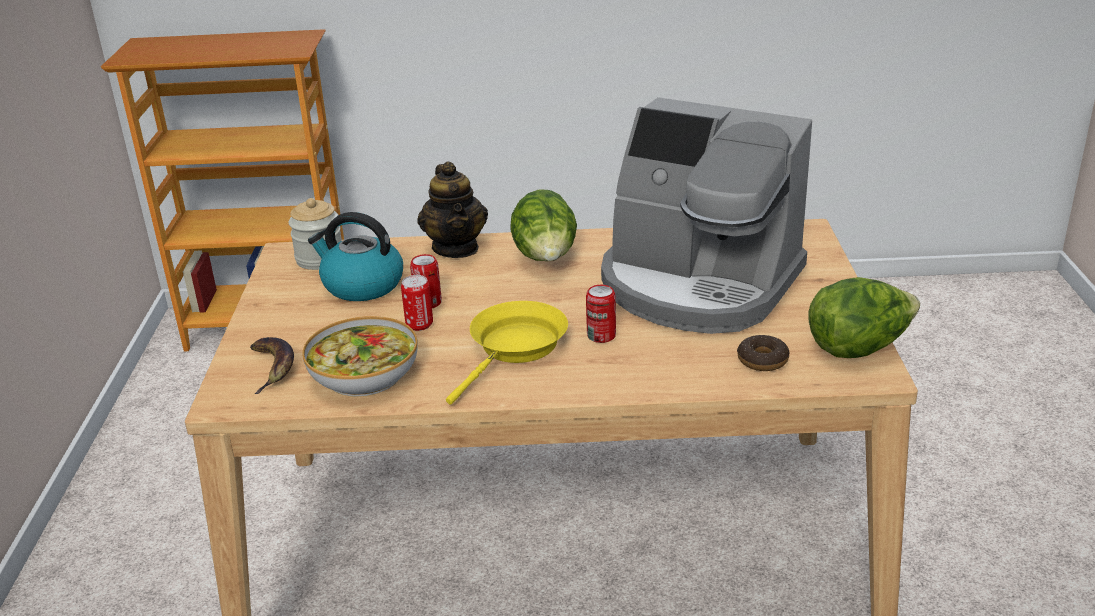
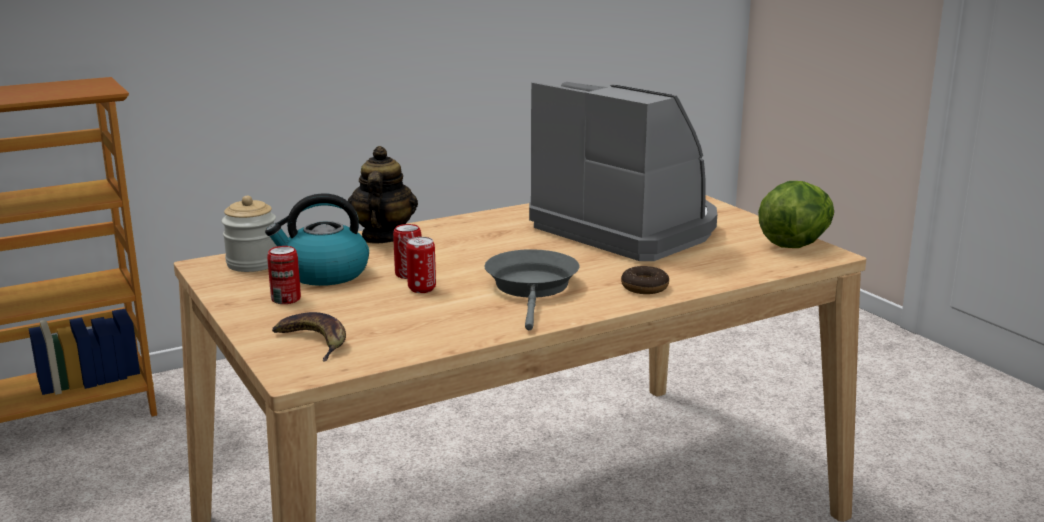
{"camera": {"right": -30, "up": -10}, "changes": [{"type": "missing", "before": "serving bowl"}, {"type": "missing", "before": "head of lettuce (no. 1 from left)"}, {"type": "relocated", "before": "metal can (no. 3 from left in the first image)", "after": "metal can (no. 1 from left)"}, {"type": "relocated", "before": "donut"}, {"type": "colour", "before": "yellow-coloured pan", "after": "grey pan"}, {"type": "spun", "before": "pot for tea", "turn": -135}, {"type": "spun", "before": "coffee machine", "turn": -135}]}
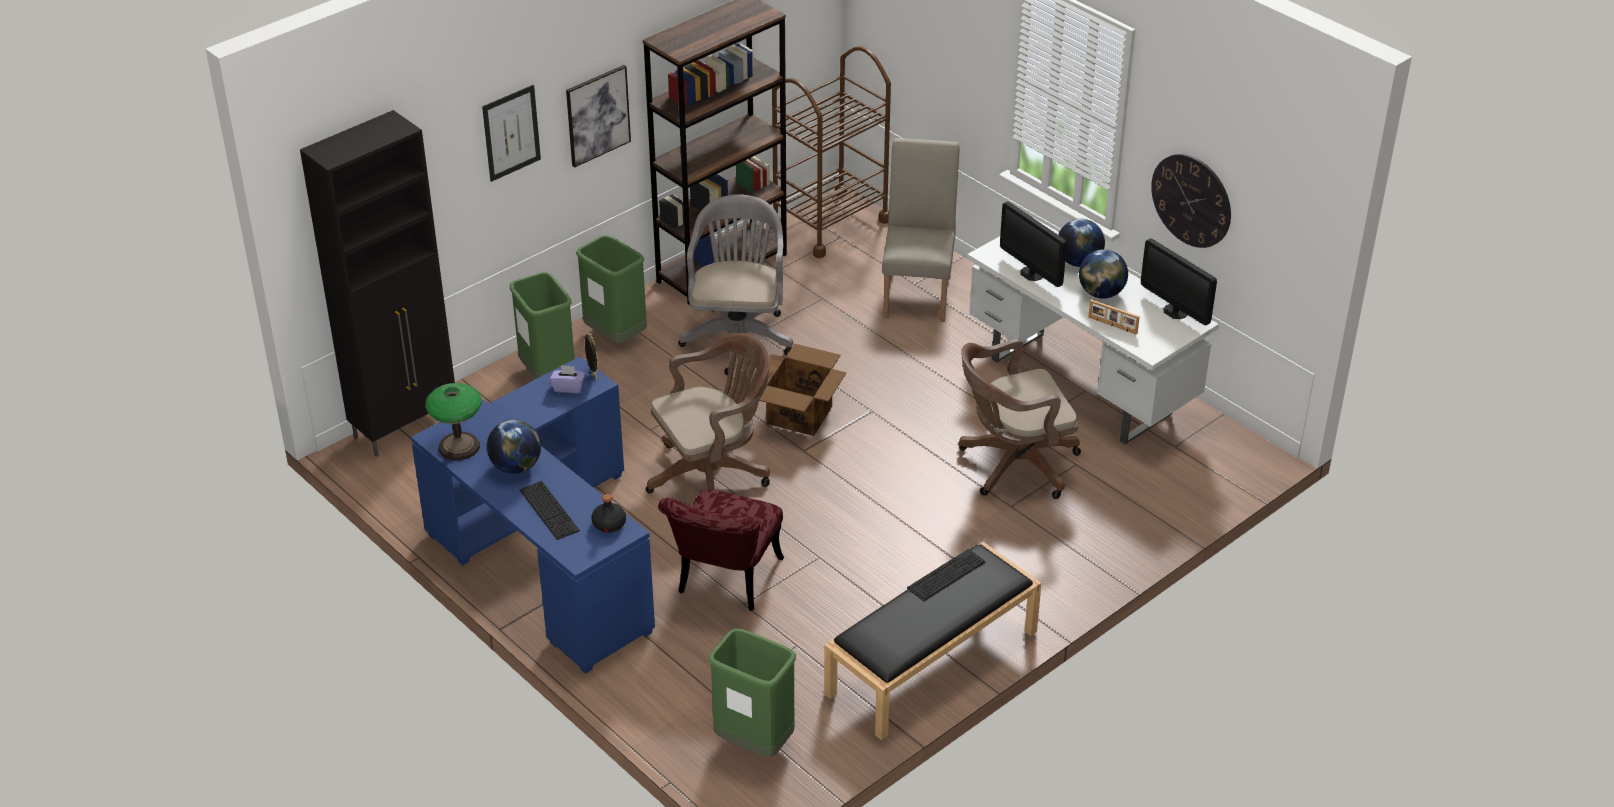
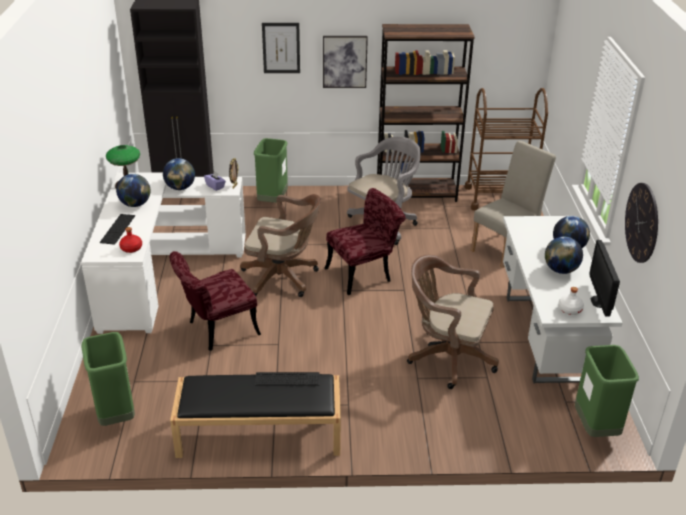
{"camera": {"right": 40, "up": -5}, "changes": [{"type": "missing", "before": "computer display (no. 1 from left)"}, {"type": "missing", "before": "standing frame (no. 2 from left)"}, {"type": "appeared", "after": "world globe (no. 2 from left)"}, {"type": "appeared", "after": "white beverage bottle"}, {"type": "relocated", "before": "greenish rubbish bin (no. 2 from left in the first image)", "after": "greenish rubbish bin (no. 3 from left)"}, {"type": "exchanged", "before": "cardboard box", "after": "red-coloured upright chair (no. 2 from left)"}, {"type": "colour", "before": "bluish desk unit", "after": "white desk unit (no. 1 from left)"}, {"type": "colour", "before": "black-coloured beverage bottle", "after": "red-coloured beverage bottle"}]}
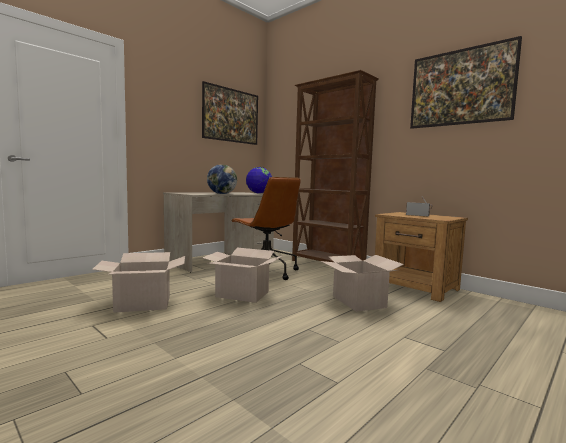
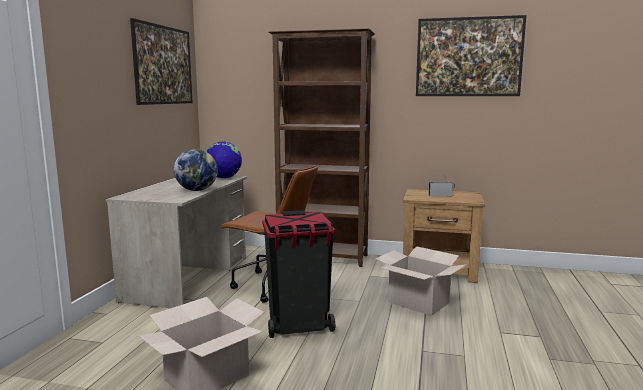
{"camera": {"right": -30, "up": 5}, "changes": [{"type": "exchanged", "before": "cardboard box (no. 2 from left)", "after": "black-coloured rubbish bin"}]}
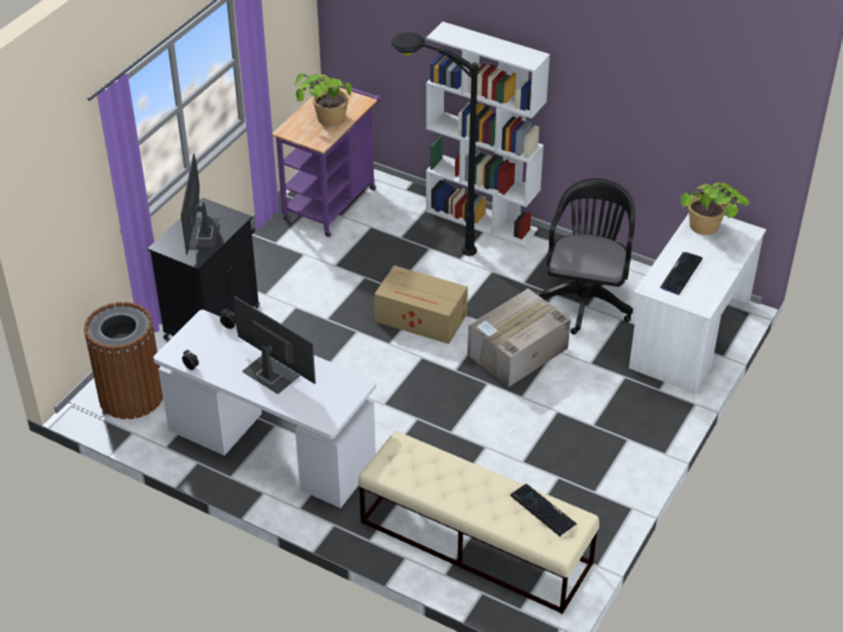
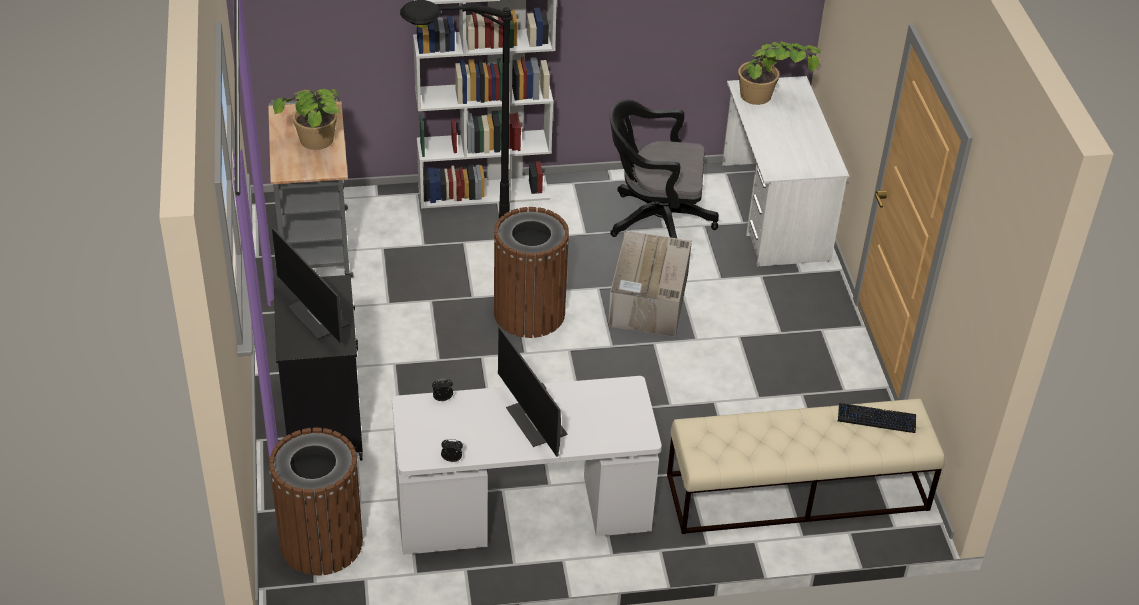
{"camera": {"right": -40, "up": 0}, "changes": [{"type": "missing", "before": "keyboard (no. 2 from left)"}, {"type": "exchanged", "before": "cardboard box (no. 1 from left)", "after": "brown rubbish bin (no. 2 from left)"}, {"type": "colour", "before": "purple-coloured wheeled cart", "after": "grey wheeled cart"}, {"type": "spun", "before": "computer display (no. 2 from left)", "turn": -120}, {"type": "spun", "before": "black-coloured office chair", "turn": -60}]}
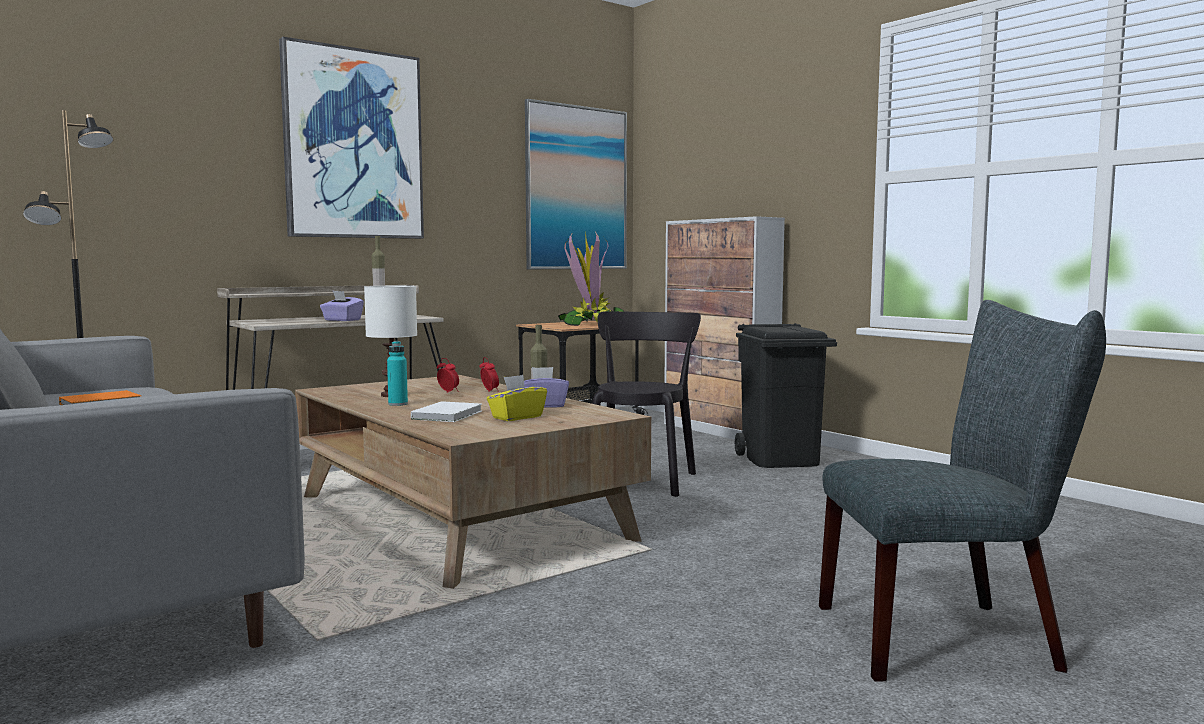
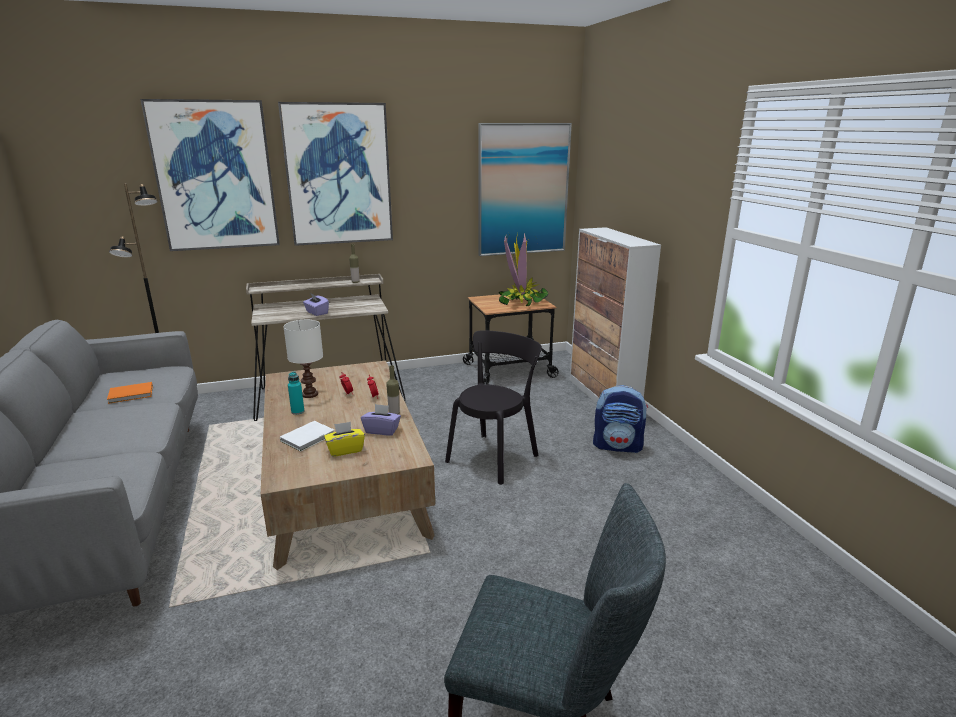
{"camera": {"right": 20, "up": 15}, "changes": [{"type": "appeared", "after": "wall art (no. 1 from left)"}, {"type": "exchanged", "before": "black-coloured rubbish bin", "after": "backpack"}]}
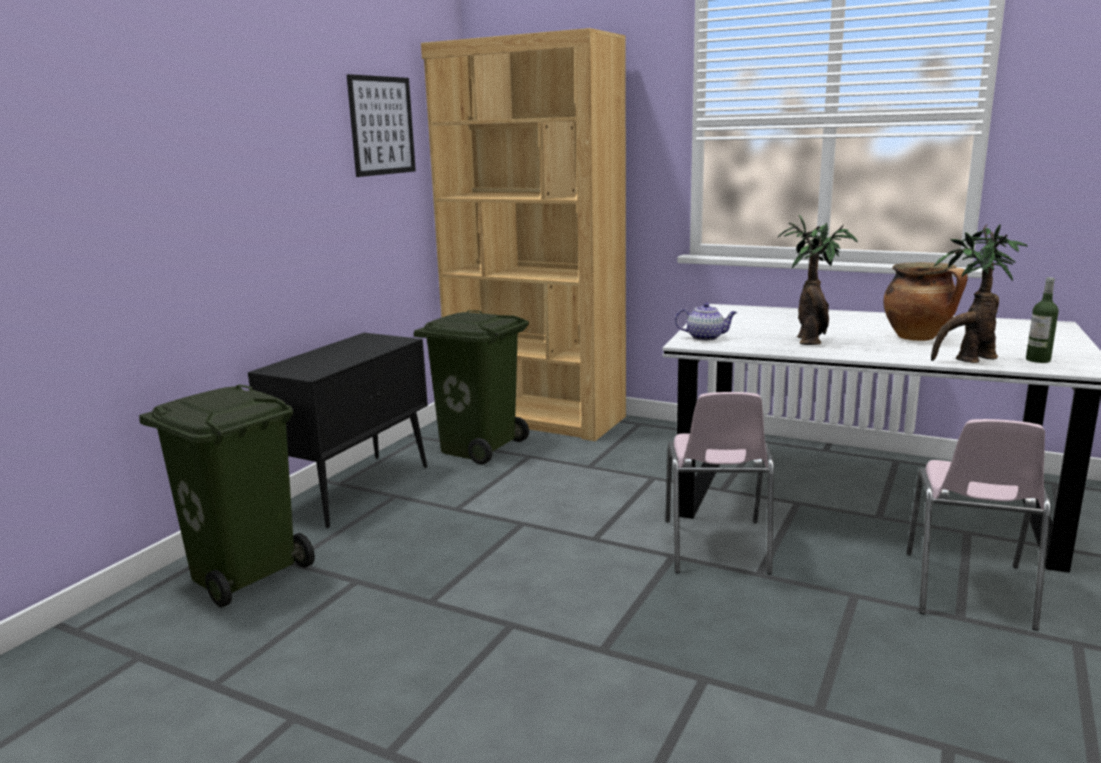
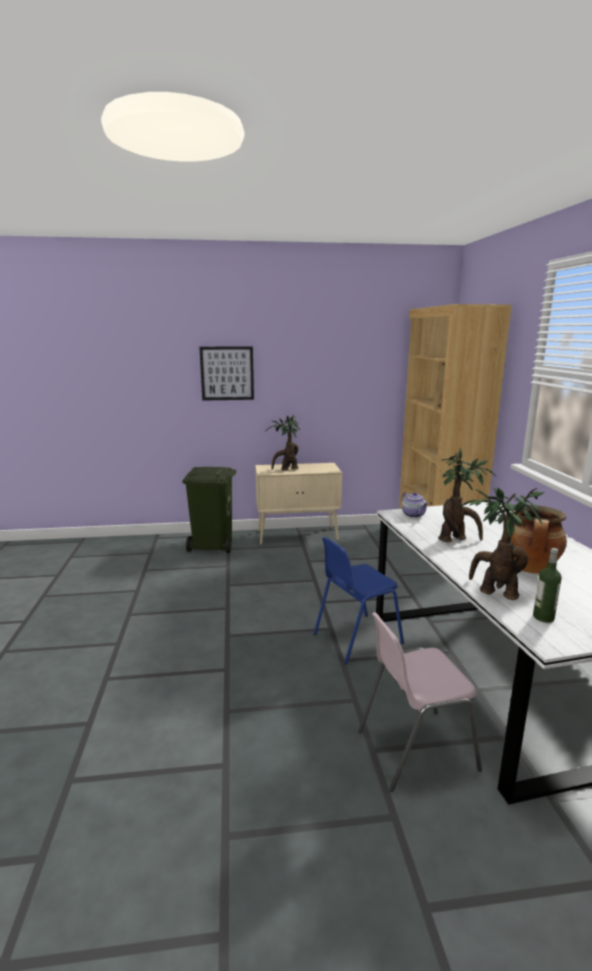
{"camera": {"right": 55, "up": 0}, "changes": [{"type": "missing", "before": "greenish rubbish bin (no. 2 from left)"}, {"type": "appeared", "after": "plant in a pot (no. 1 from left)"}, {"type": "relocated", "before": "wall art"}, {"type": "colour", "before": "black-coloured cabinet", "after": "sand-coloured cabinet"}, {"type": "colour", "before": "pink-coloured upright chair (no. 1 from left)", "after": "bluish upright chair"}]}
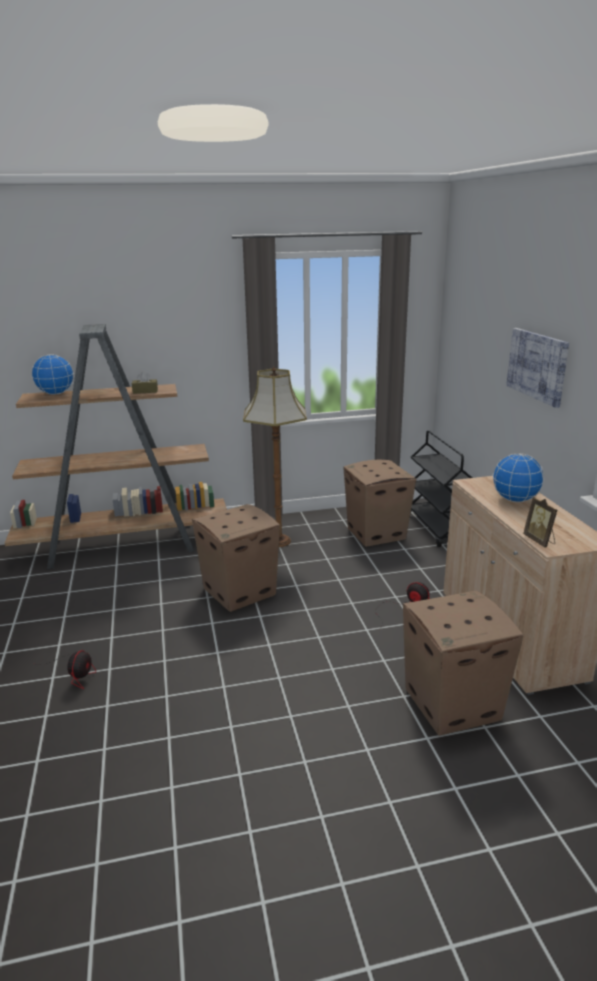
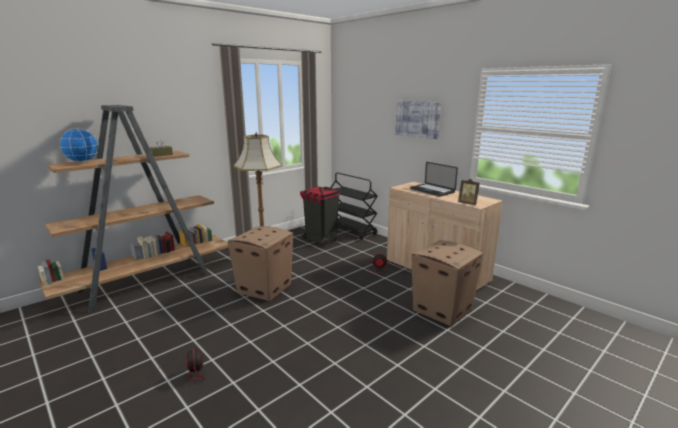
{"camera": {"right": -30, "up": -5}, "changes": [{"type": "exchanged", "before": "cardboard box (no. 2 from left)", "after": "black-coloured rubbish bin"}, {"type": "exchanged", "before": "world globe (no. 2 from left)", "after": "portable computer"}]}
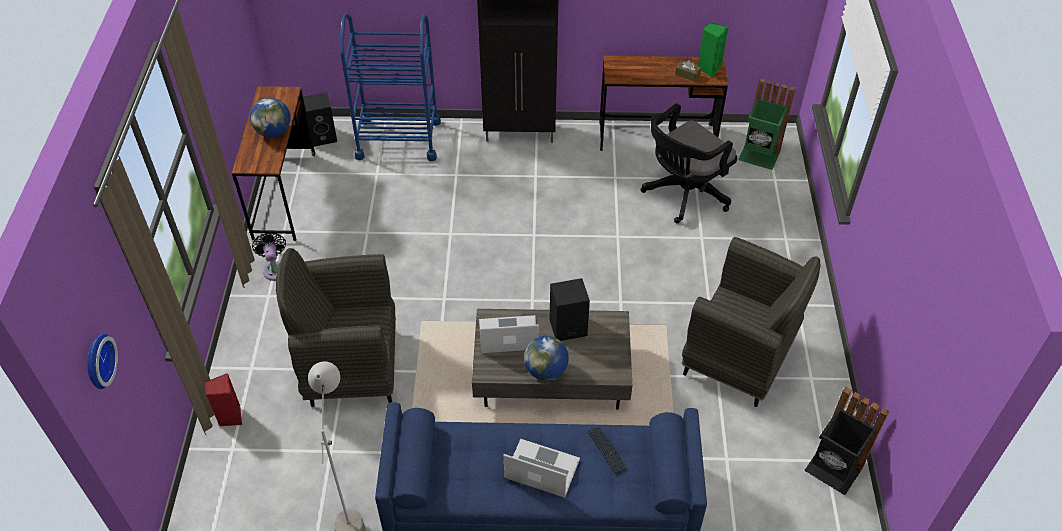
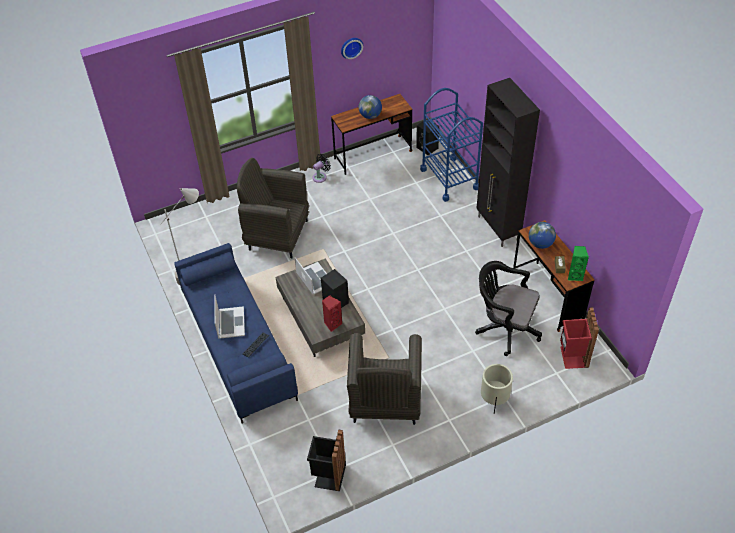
{"camera": {"right": 65, "up": 0}, "changes": [{"type": "appeared", "after": "sand-coloured planter"}, {"type": "relocated", "before": "clock on the wall"}, {"type": "relocated", "before": "red-coloured loudspeaker"}, {"type": "relocated", "before": "world globe (no. 2 from left)"}, {"type": "colour", "before": "greenish rubbish bin", "after": "red-coloured rubbish bin"}, {"type": "spun", "before": "grey lounge chair (no. 1 from left)", "turn": -45}]}
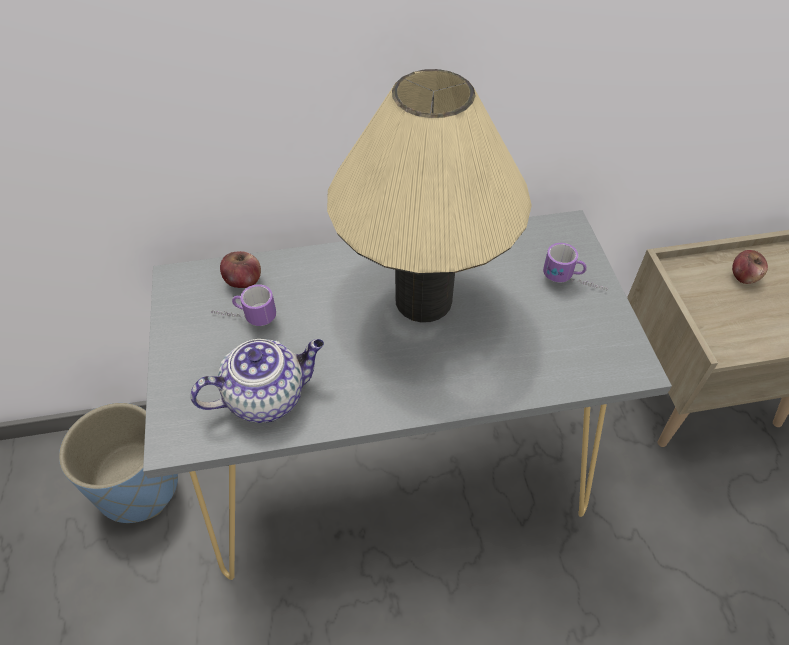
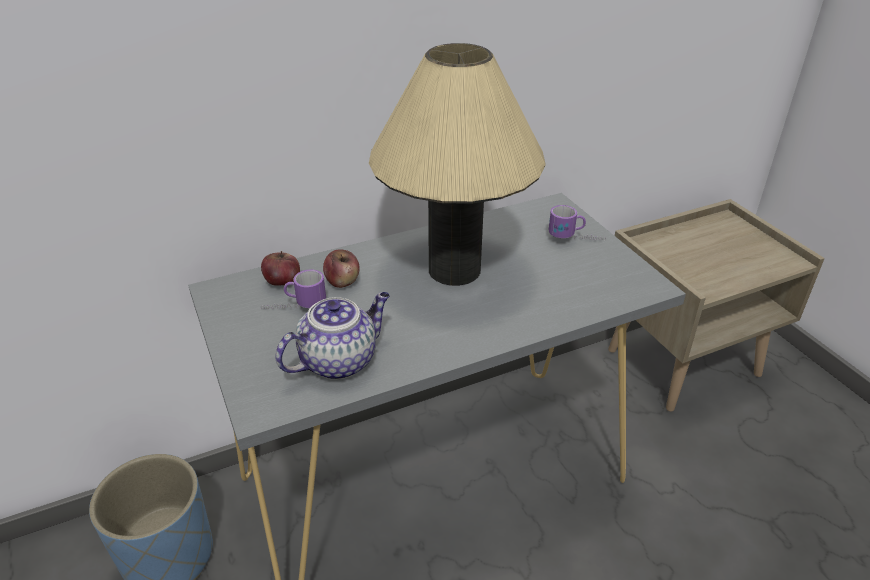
{"camera": {"right": -15, "up": -15}, "changes": [{"type": "relocated", "before": "apple (no. 2 from left)"}]}
